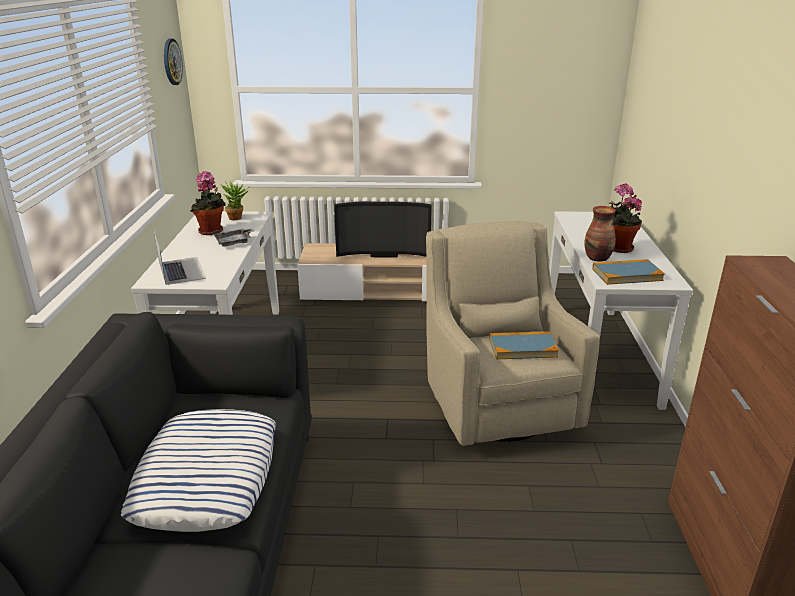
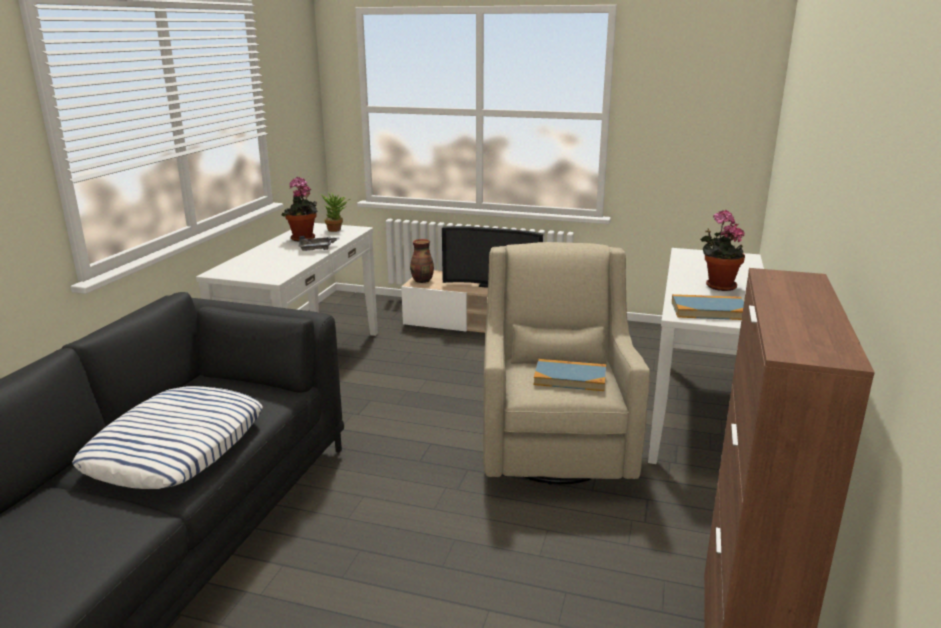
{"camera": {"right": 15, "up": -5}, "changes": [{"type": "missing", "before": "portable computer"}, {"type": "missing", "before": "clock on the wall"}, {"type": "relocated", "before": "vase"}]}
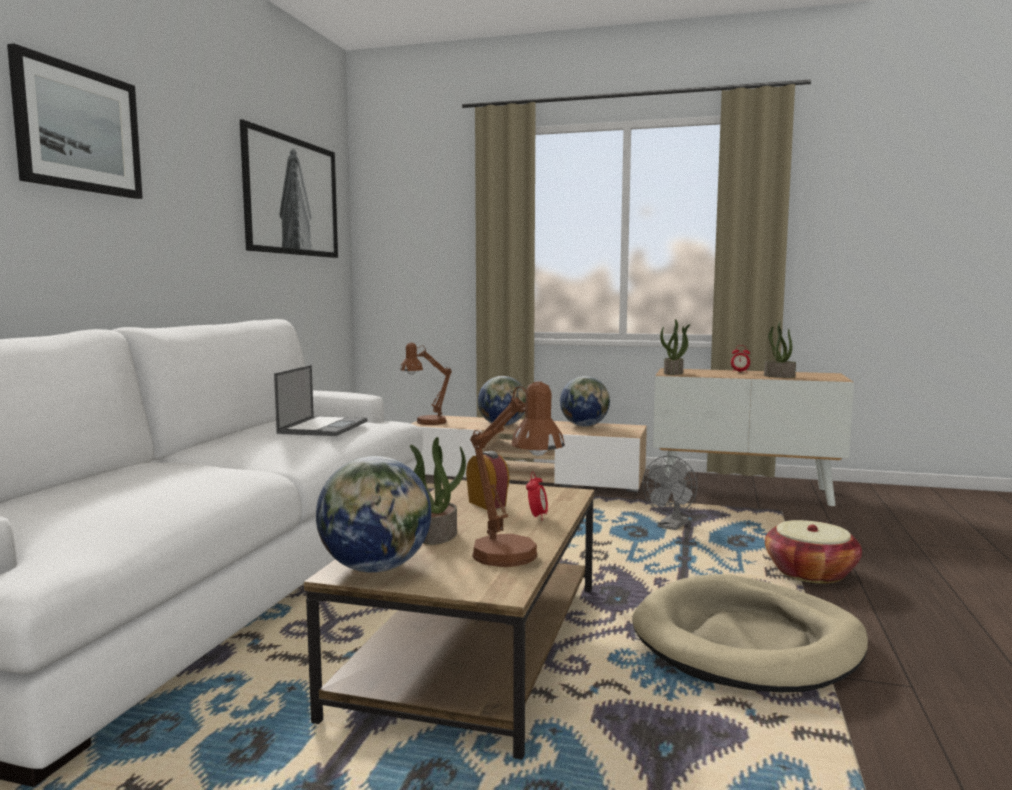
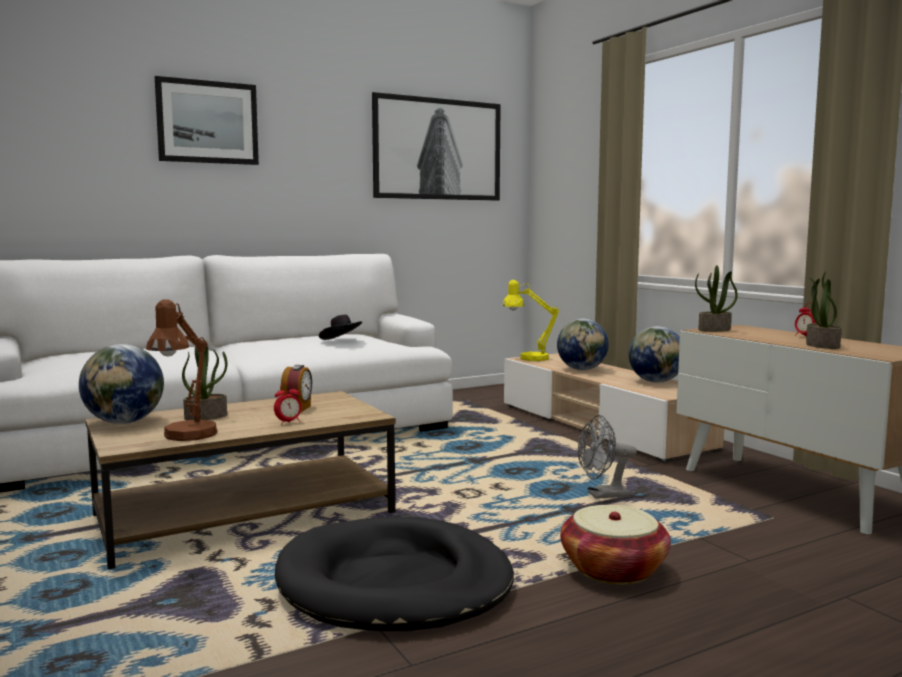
{"camera": {"right": 45, "up": 0}, "changes": [{"type": "exchanged", "before": "portable computer", "after": "black-coloured clothing hat"}, {"type": "colour", "before": "brown lamp for a table (no. 1 from left)", "after": "yellow-coloured lamp for a table"}, {"type": "colour", "before": "sand-coloured dog bed", "after": "black-coloured dog bed"}]}
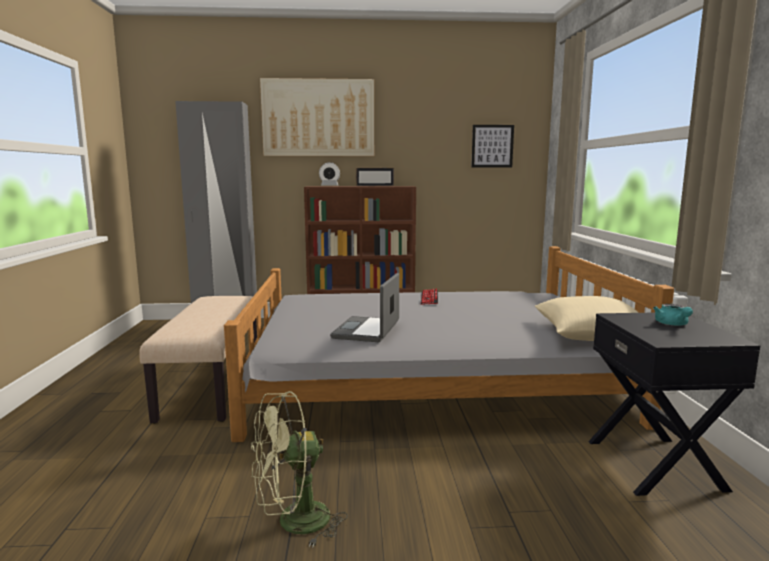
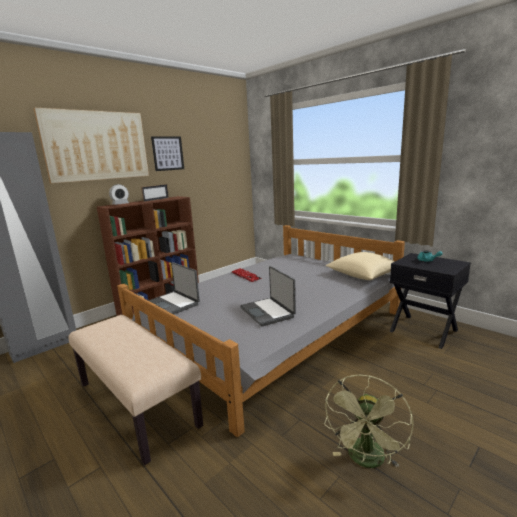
{"camera": {"right": -40, "up": 5}, "changes": [{"type": "appeared", "after": "portable computer (no. 1 from left)"}, {"type": "relocated", "before": "wall art (no. 2 from left)"}]}
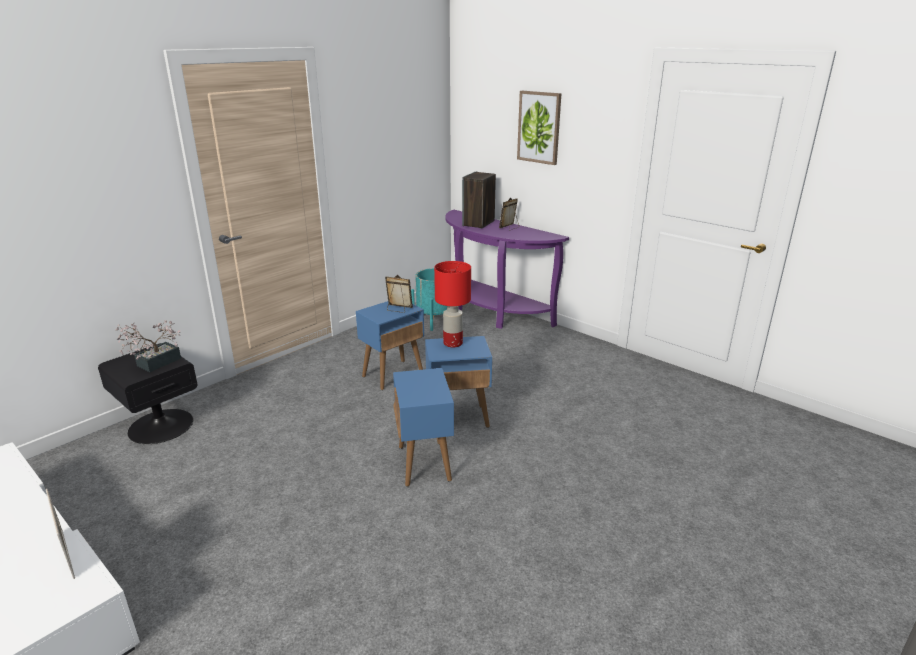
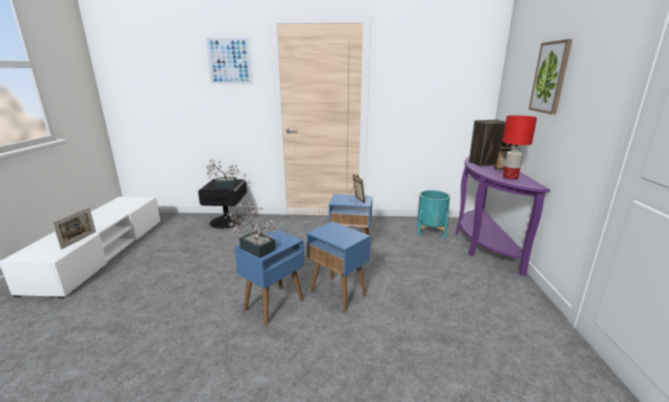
{"camera": {"right": 50, "up": -5}, "changes": [{"type": "appeared", "after": "wall art (no. 1 from left)"}, {"type": "appeared", "after": "plant in a pot (no. 2 from left)"}, {"type": "relocated", "before": "red-coloured lamp for a table"}]}
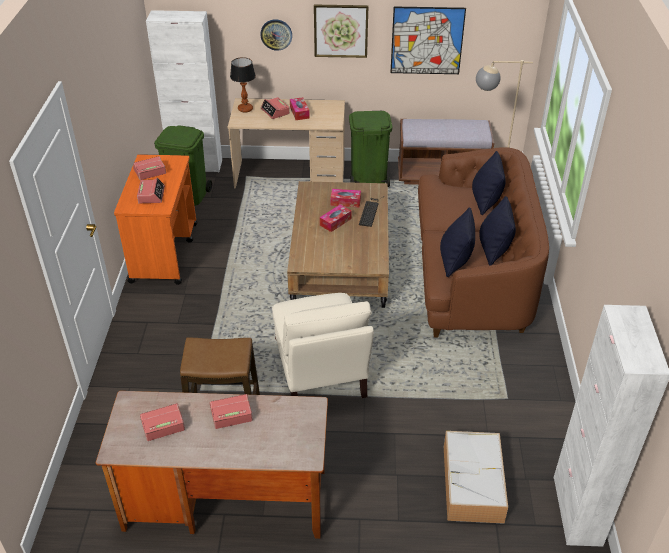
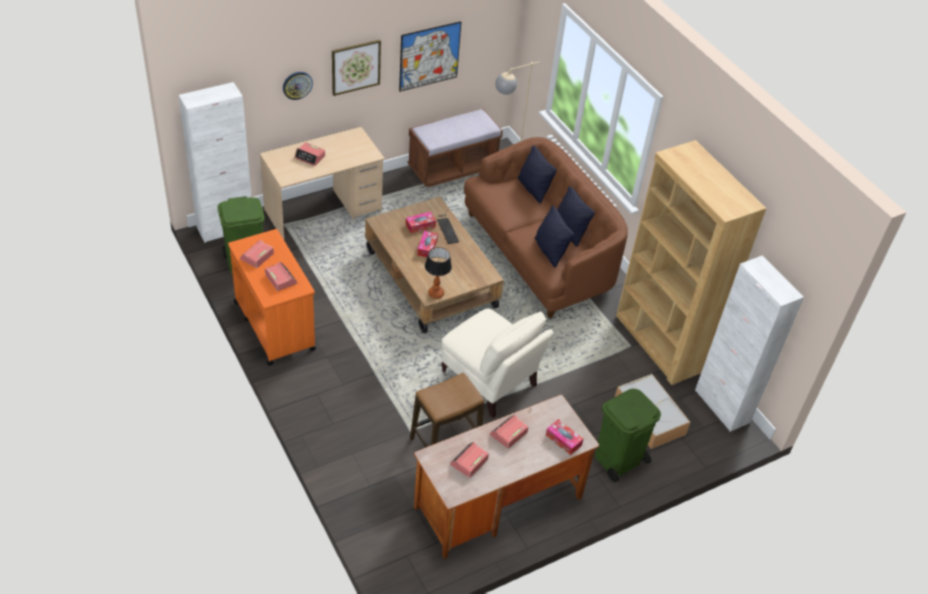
{"camera": {"right": -35, "up": 5}, "changes": [{"type": "appeared", "after": "brown bookshelf"}, {"type": "relocated", "before": "lamp for a table"}, {"type": "relocated", "before": "tissue box (no. 1 from left in the first image)", "after": "tissue box (no. 3 from left)"}, {"type": "relocated", "before": "greenish rubbish bin (no. 2 from left)"}]}
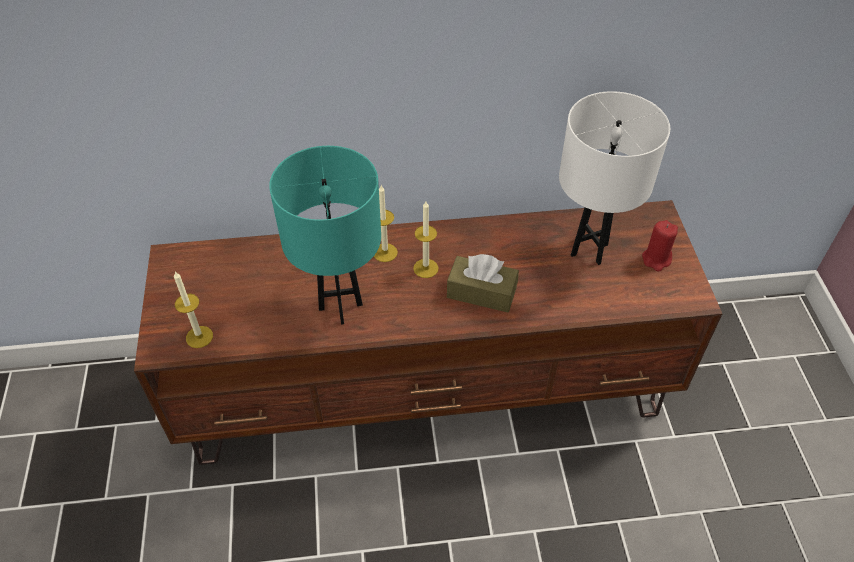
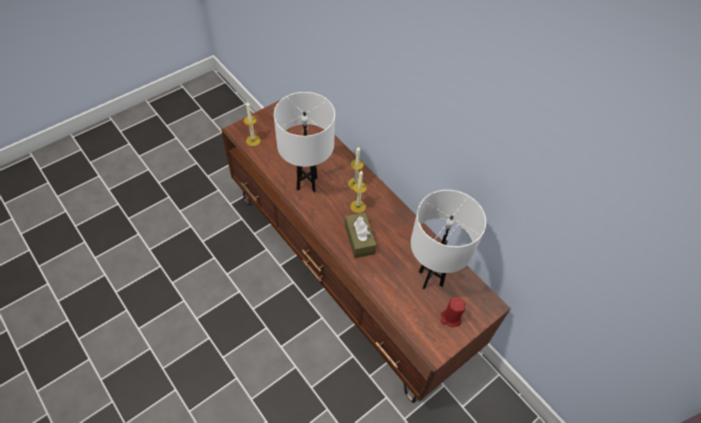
{"camera": {"right": 55, "up": 5}, "changes": [{"type": "colour", "before": "turquoise-coloured lamp for a table", "after": "white lamp for a table (no. 1 from left)"}]}
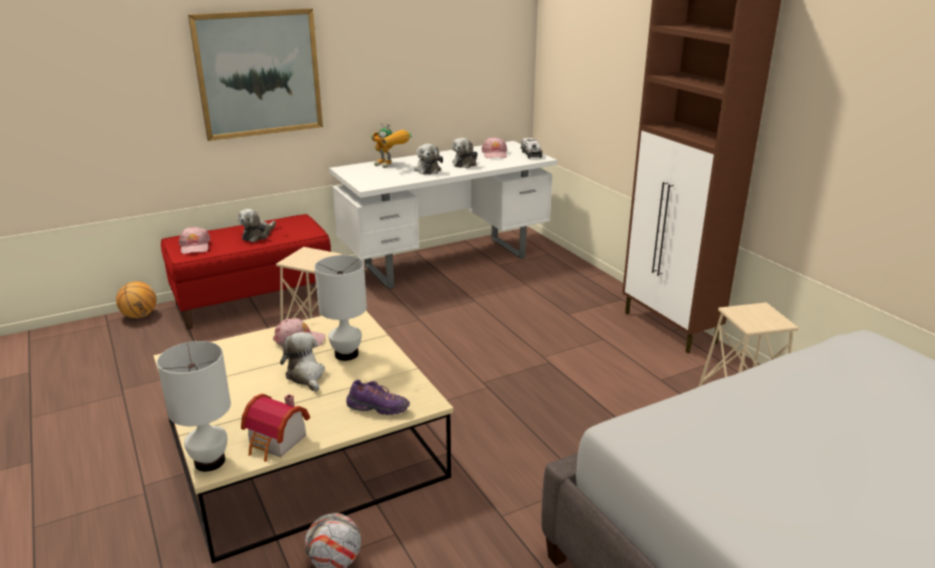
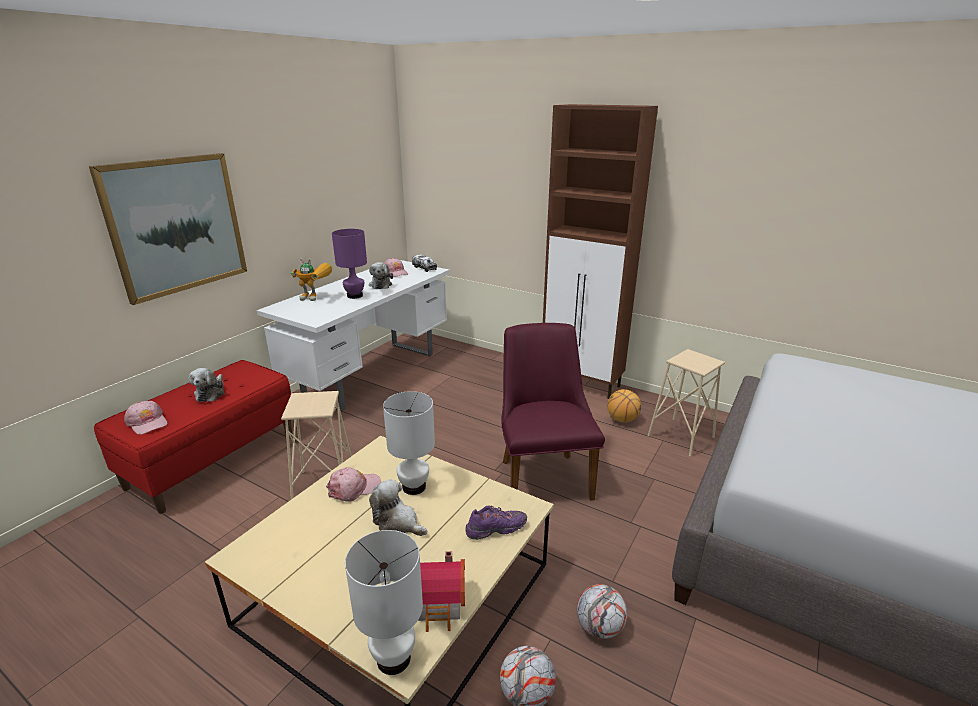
{"camera": {"right": -30, "up": 0}, "changes": [{"type": "appeared", "after": "purple-coloured upright chair"}, {"type": "appeared", "after": "ball for football (no. 2 from left)"}, {"type": "relocated", "before": "basketball"}, {"type": "exchanged", "before": "cuddly toy (no. 3 from left)", "after": "purple-coloured lamp for a table"}]}
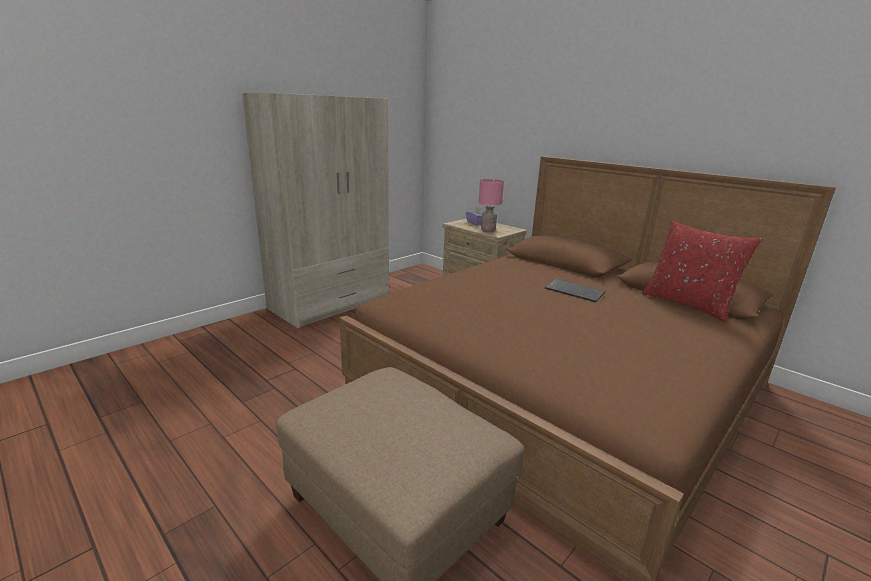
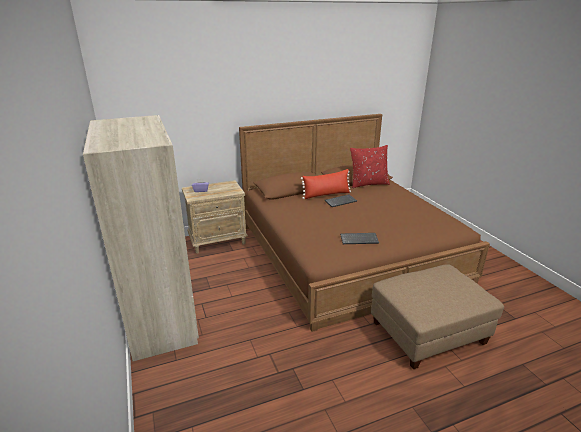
{"camera": {"right": -65, "up": 5}, "changes": [{"type": "missing", "before": "pink-coloured lamp for a table"}, {"type": "appeared", "after": "red-coloured cushion (no. 1 from left)"}, {"type": "appeared", "after": "keyboard (no. 2 from left)"}]}
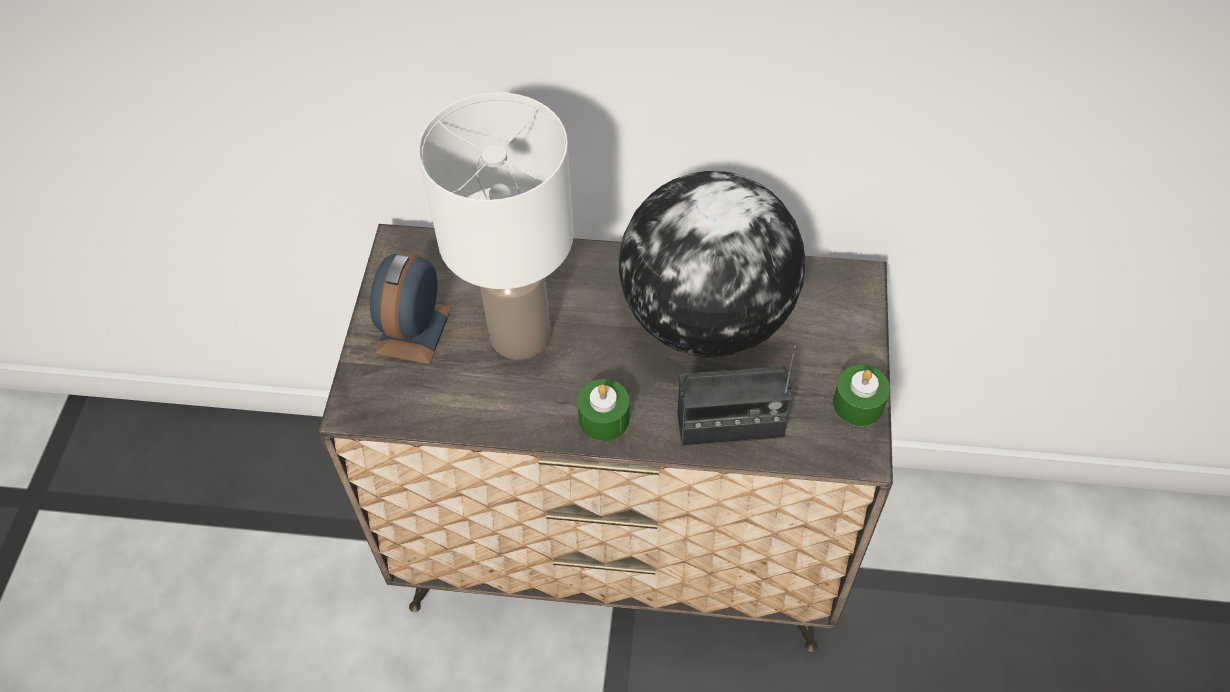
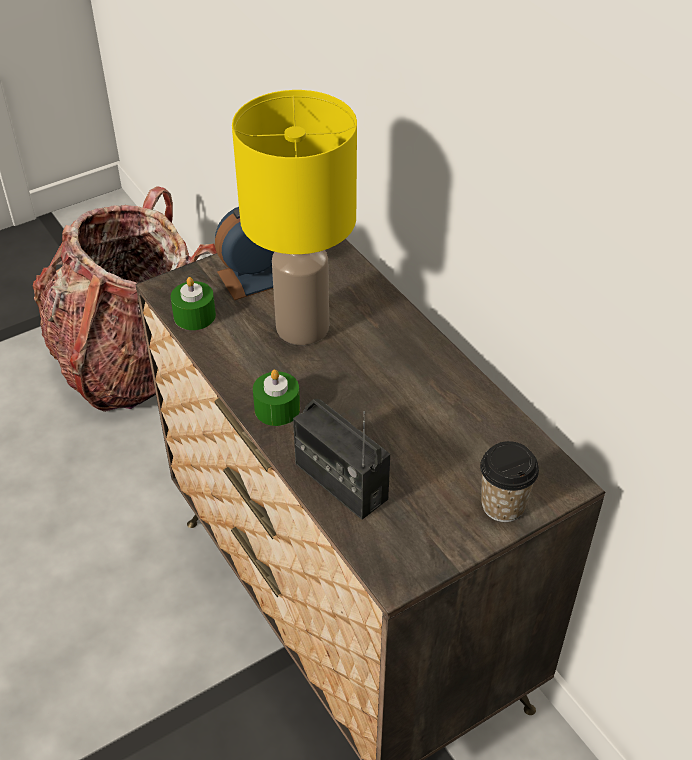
{"camera": {"right": 50, "up": -10}, "changes": [{"type": "missing", "before": "world globe"}, {"type": "appeared", "after": "backpack"}, {"type": "appeared", "after": "cup"}, {"type": "relocated", "before": "greenish wax light (no. 2 from left in the first image)", "after": "greenish wax light (no. 1 from left)"}, {"type": "colour", "before": "white lamp for a table", "after": "yellow-coloured lamp for a table"}]}
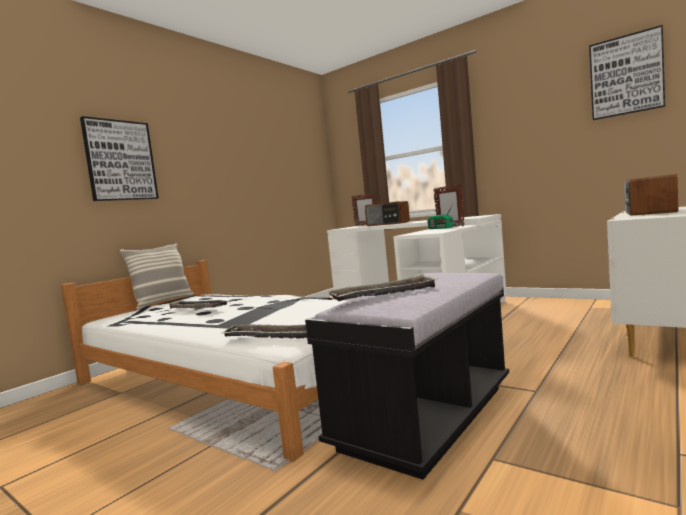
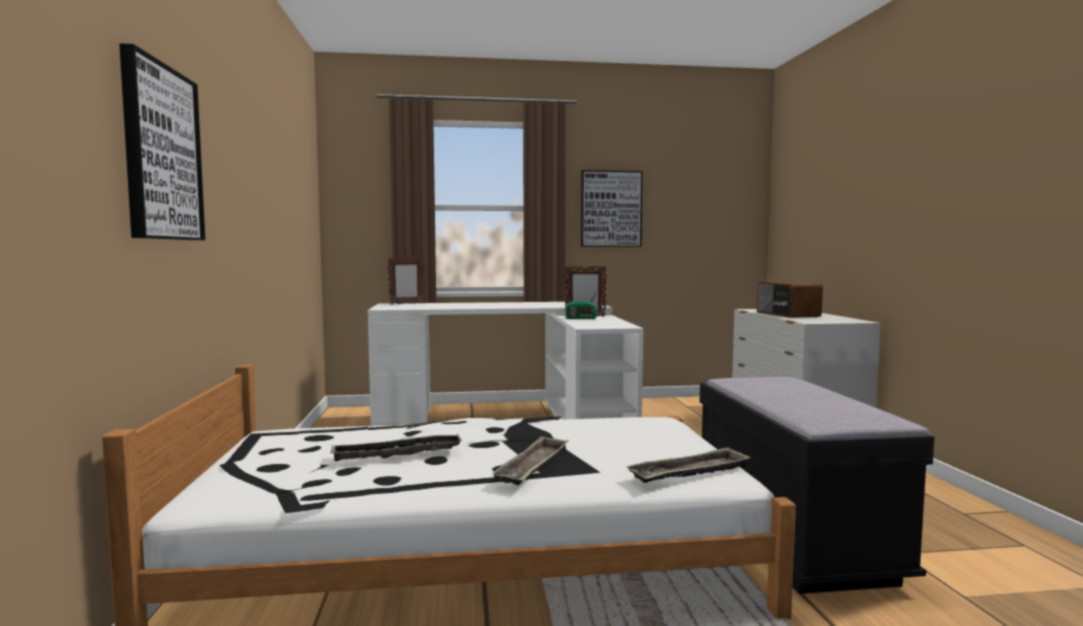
{"camera": {"right": -45, "up": 0}, "changes": [{"type": "missing", "before": "cushion"}, {"type": "missing", "before": "radio set (no. 1 from left)"}, {"type": "relocated", "before": "tray (no. 3 from left in the first image)", "after": "tray (no. 2 from left)"}, {"type": "relocated", "before": "wall art (no. 2 from left)"}]}
